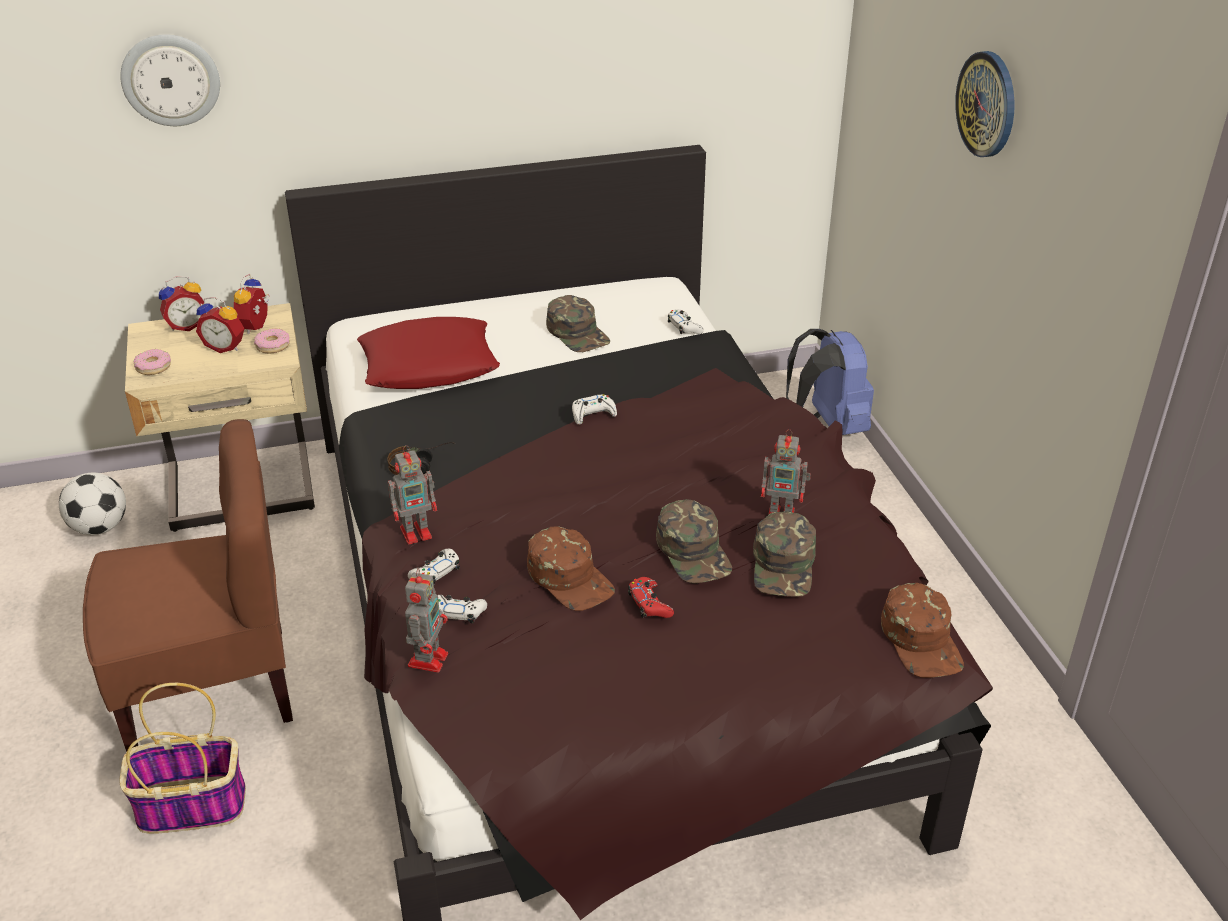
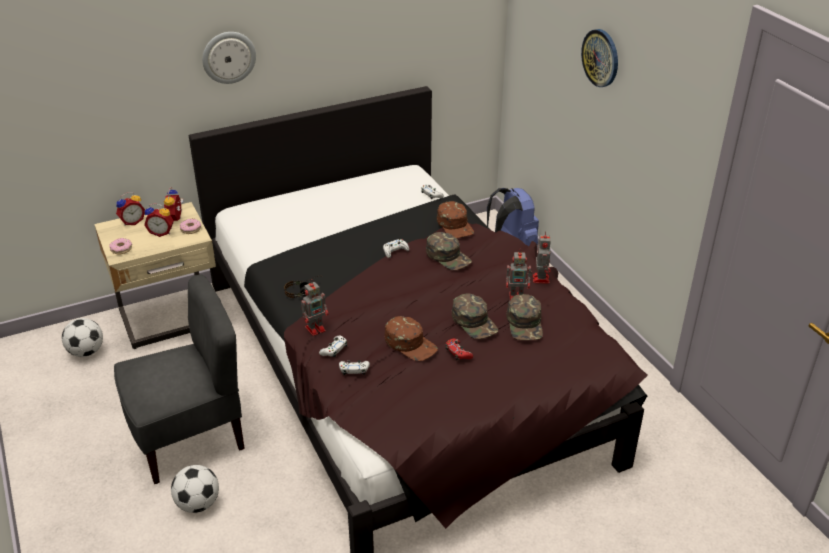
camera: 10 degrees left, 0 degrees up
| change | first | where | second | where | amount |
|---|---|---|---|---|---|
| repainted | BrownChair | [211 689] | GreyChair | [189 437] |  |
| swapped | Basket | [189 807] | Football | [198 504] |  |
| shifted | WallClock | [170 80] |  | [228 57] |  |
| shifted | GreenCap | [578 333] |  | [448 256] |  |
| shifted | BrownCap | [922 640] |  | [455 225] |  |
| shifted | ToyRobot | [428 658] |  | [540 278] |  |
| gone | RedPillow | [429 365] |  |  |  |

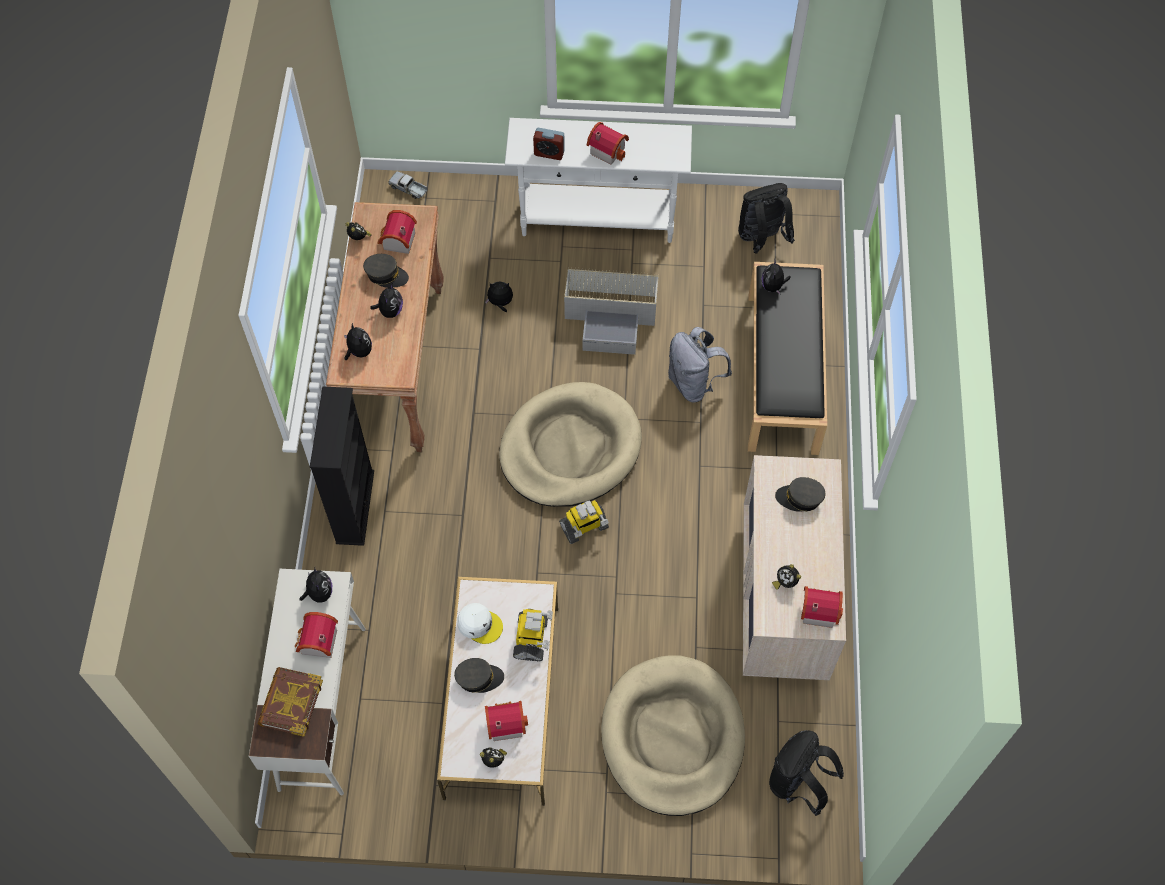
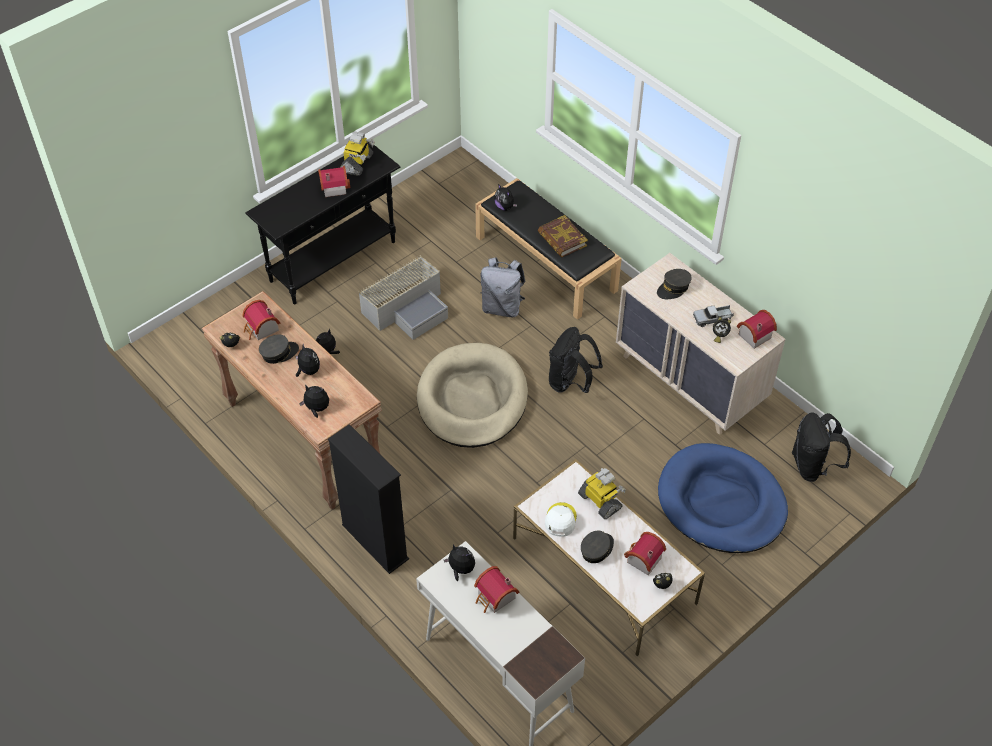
camera: 45 degrees left, 10 degrees down
| change | first | where | second | where | amount |
|---|---|---|---|---|---|
| repainted | WhiteConsoleTable | [598 220] | BlackConsoleTable | [334 261] |  |
| shifted | ToyRobot | [584 527] |  | [357 163] |  |
| shifted | Book | [290 703] |  | [562 239] |  |
| rotated | WhiteCap | [479 624] |  | [560 520] | 60 degrees counterclockwise |
| shifted | BlackBackpack | [761 239] |  | [571 382] |  |
| repainted | BeigeDogBed | [672 737] | BlueDogBed | [721 502] |  |
| shifted | ToyTruck | [409 188] |  | [712 318] |  |
| gone | AlarmClock | [549 153] |  |  |  |

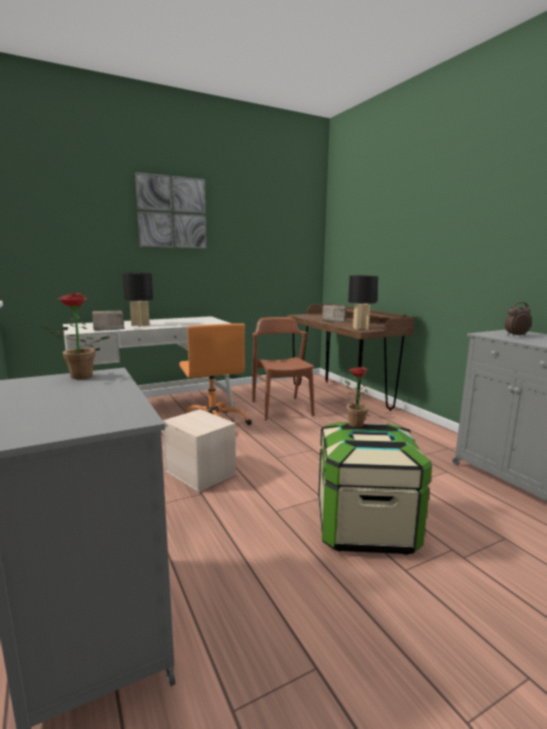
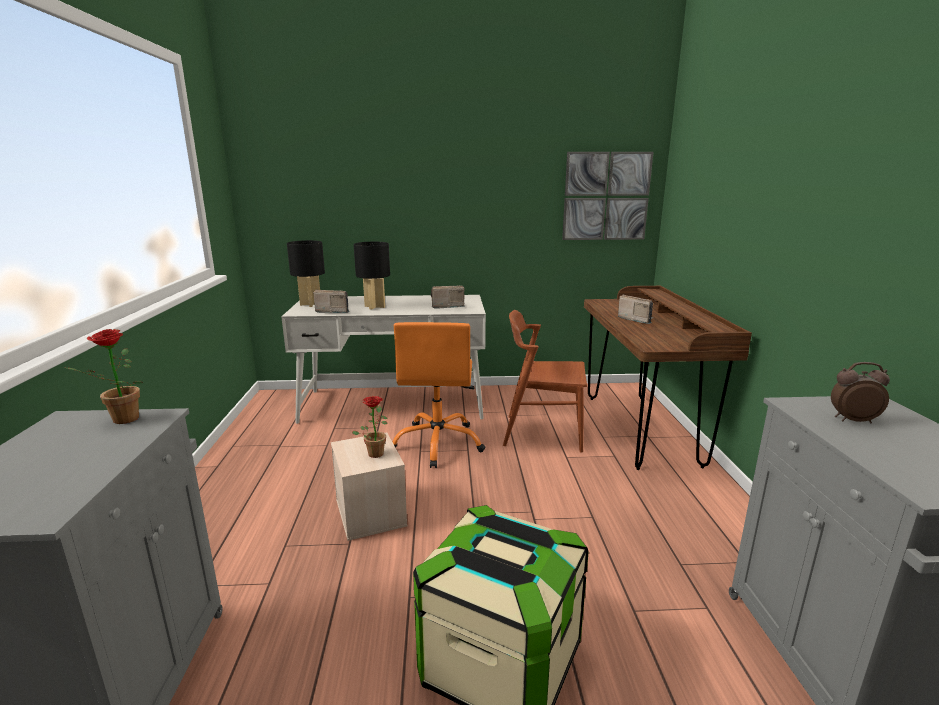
camera: 25 degrees right, 5 degrees up
| change | first | where | second | where | amount |
|---|---|---|---|---|---|
| shifted | BlackTableLamp | [361 328] |  | [311 304] |  |
| shifted | PottedPlant | [353 423] |  | [375 452] |  |
| new |  |  | Radio | [446 306] |  |
| rotated | BrownChair | [281 408] |  | [542 433] | 90 degrees counterclockwise |
| shifted | Picture | [172 212] |  | [606 196] |  |

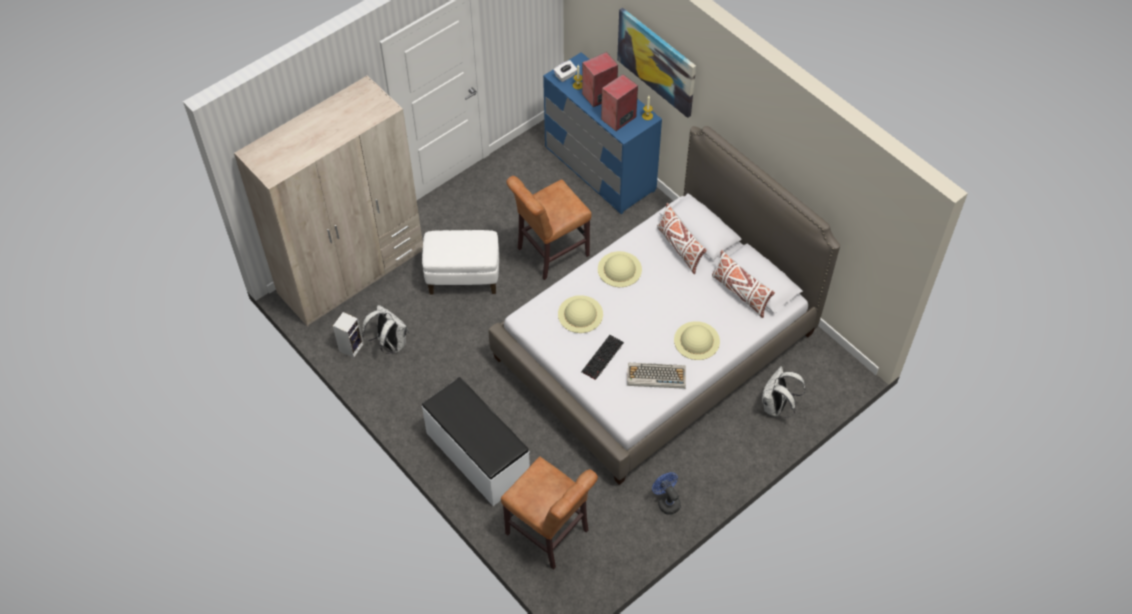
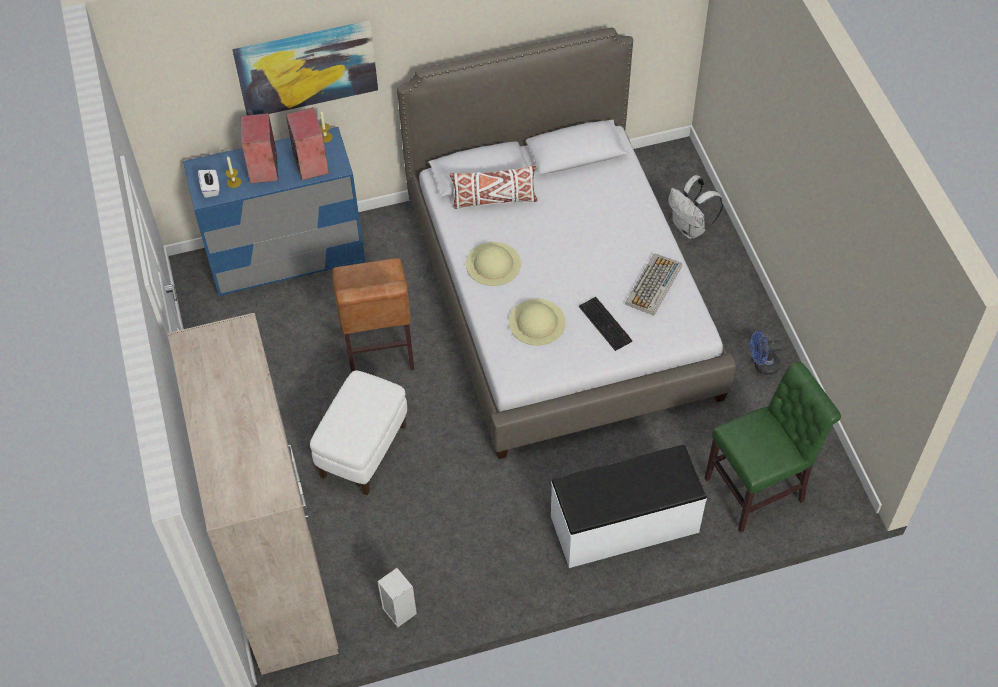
camera: 65 degrees left, 0 degrees up
| change | first | where | second | where | amount |
|---|---|---|---|---|---|
| repainted | BrownChair | [550 534] | GreenChair | [759 488] |  |
| gone | WhiteBackpack | [390 344] |  |  |  |
| gone | BeigeHat | [696 340] |  |  |  |
| gone | WhitePillow | [740 293] |  |  |  |

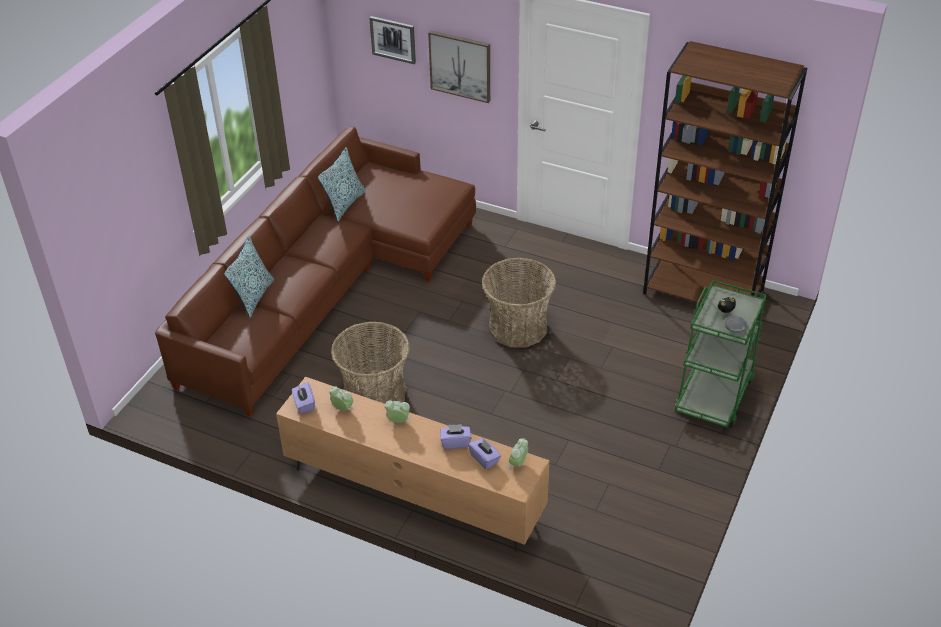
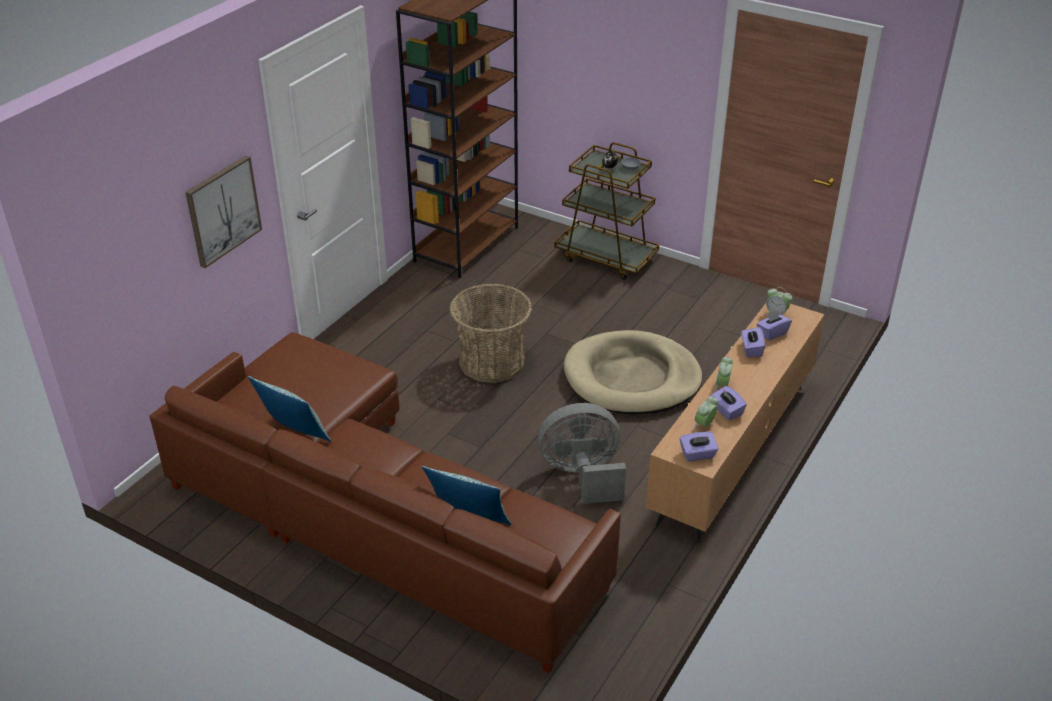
camera: 85 degrees left, 5 degrees down
| change | first | where | second | where | amount |
|---|---|---|---|---|---|
| swapped | Basket | [374 394] | GreyFan | [582 475] |  |
| repainted | GreenCart | [714 393] | BrownCart | [606 257] |  |
| new |  |  | BeigeDogBed | [632 378] |  |
| new |  |  | PurpleTissueBox | [726 411] |  |
| gone | Picture | [393 39] |  |  |  |

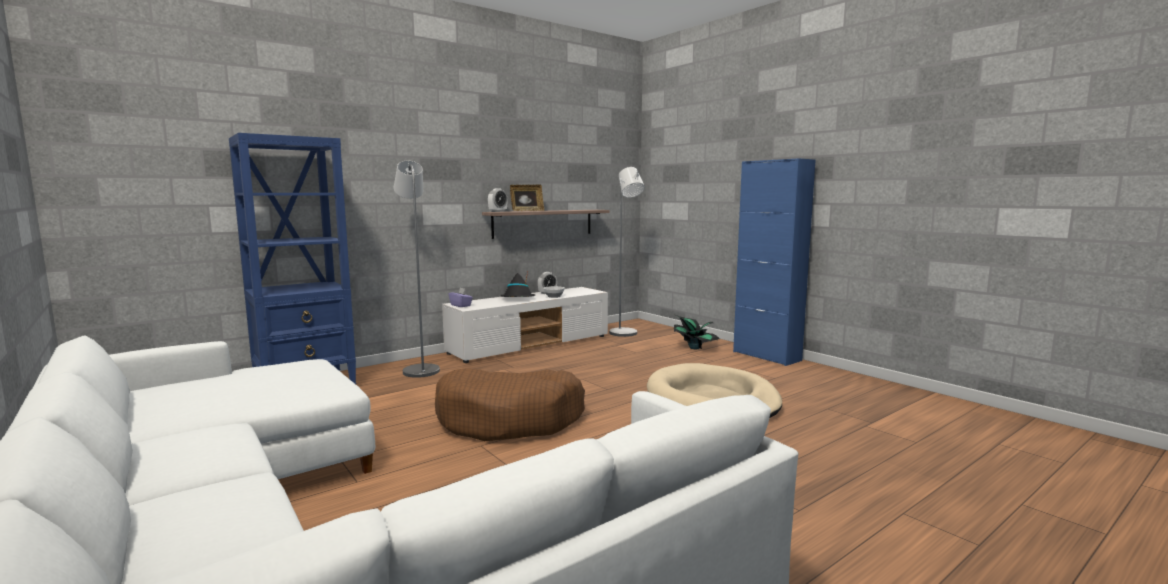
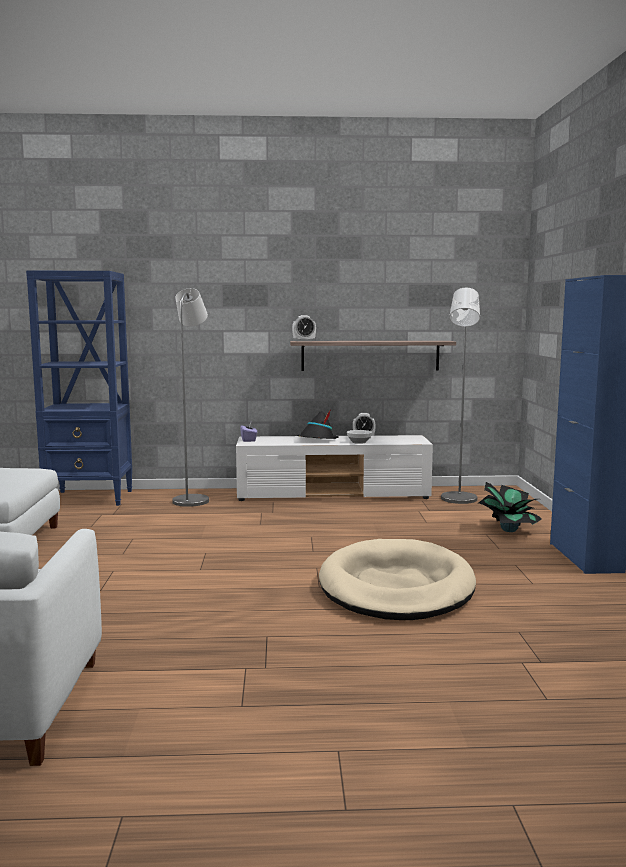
camera: 35 degrees right, 0 degrees up
| change | first | where | second | where | amount |
|---|---|---|---|---|---|
| gone | BrownDogBed | [510 420] |  |  |  |
| gone | PictureFrame | [527 211] |  |  |  |

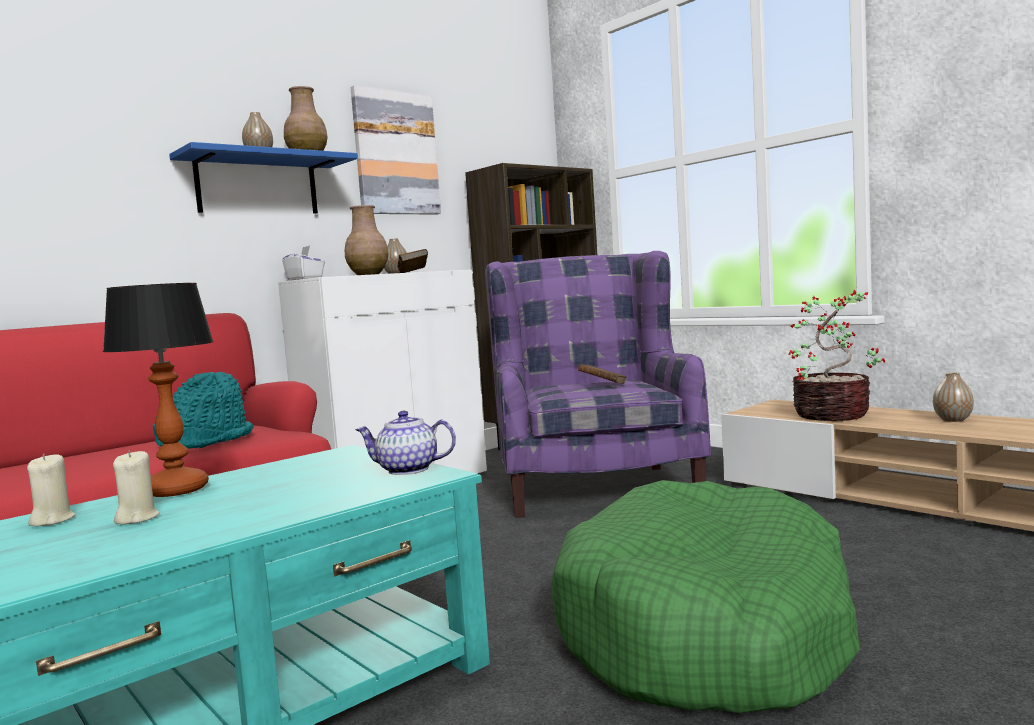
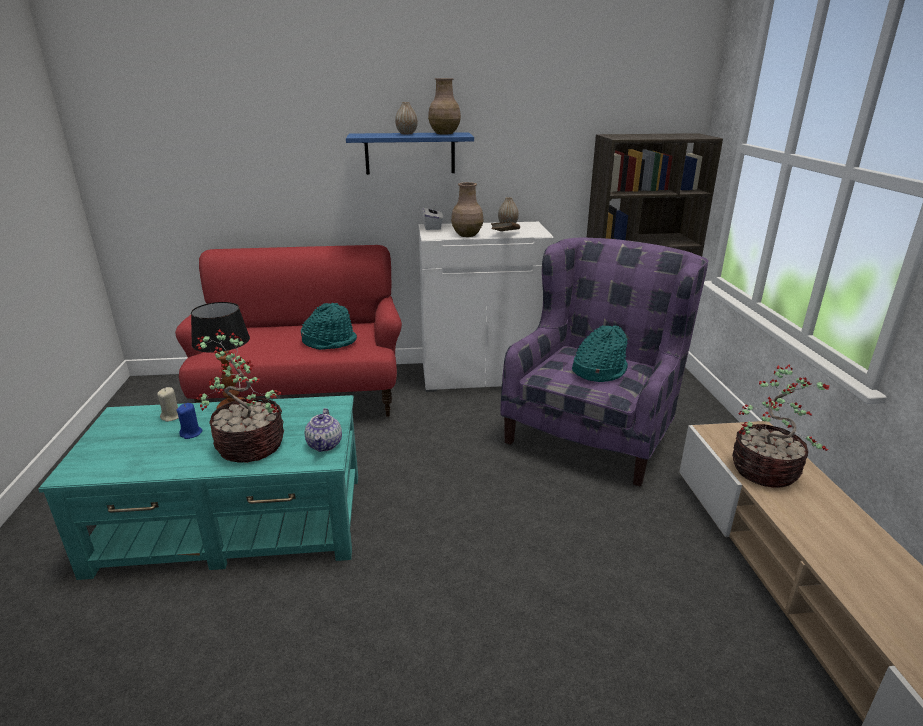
camera: 35 degrees right, 20 degrees up
| change | first | where | second | where | amount |
|---|---|---|---|---|---|
| repainted | BeigeCandle | [137 518] | BlueCandle | [191 433] |  |
| new |  |  | PottedPlant | [249 445] |  |
| rotated | Teapot | [407 470] |  | [325 445] | 135 degrees counterclockwise |
| swapped | BrownBook | [603 385] | TurquoiseHat | [598 371] |  |
| gone | Picture | [395 153] |  |  |  |
| gone | GreenDogBed | [707 630] |  |  |  |
| gone | Vase | [953 420] |  |  |  |

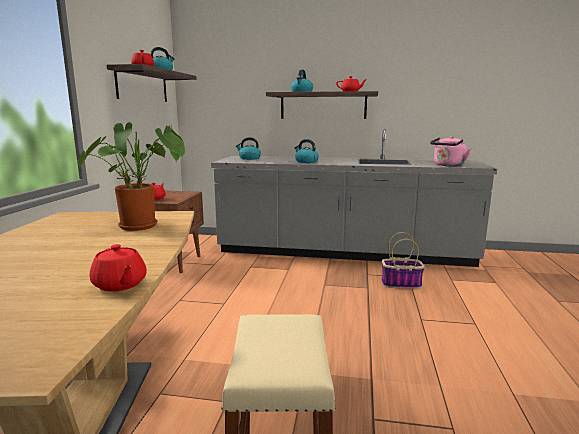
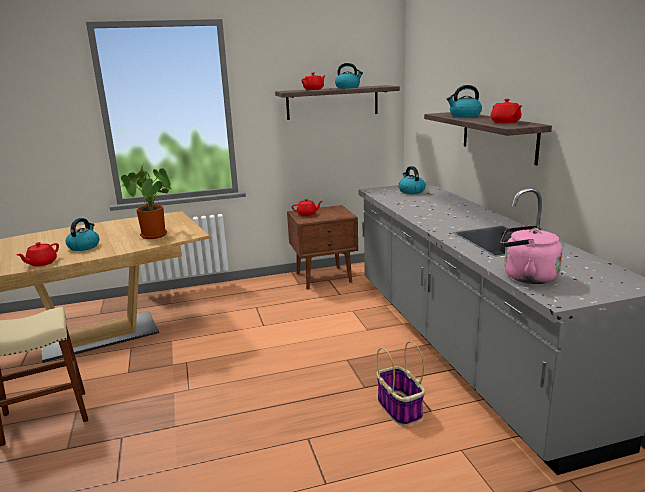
camera: 65 degrees right, 5 degrees up
| change | first | where | second | where | amount |
|---|---|---|---|---|---|
| shifted | Kettle | [306 162] |  | [84 246] |  |

